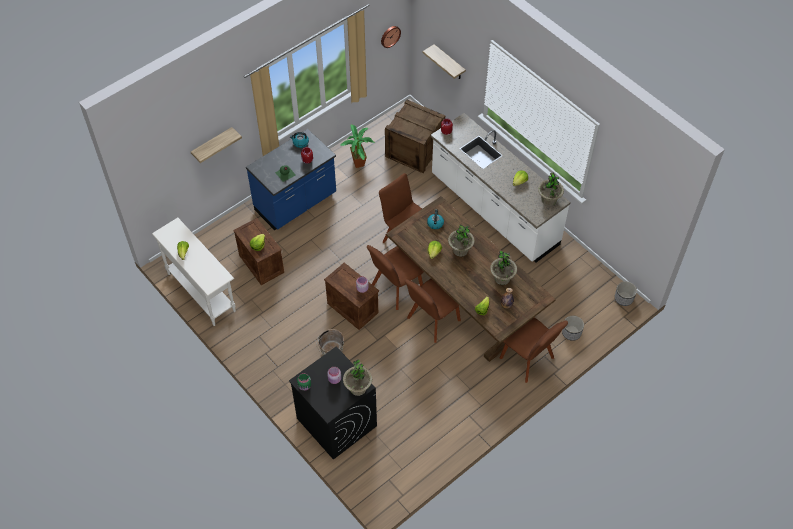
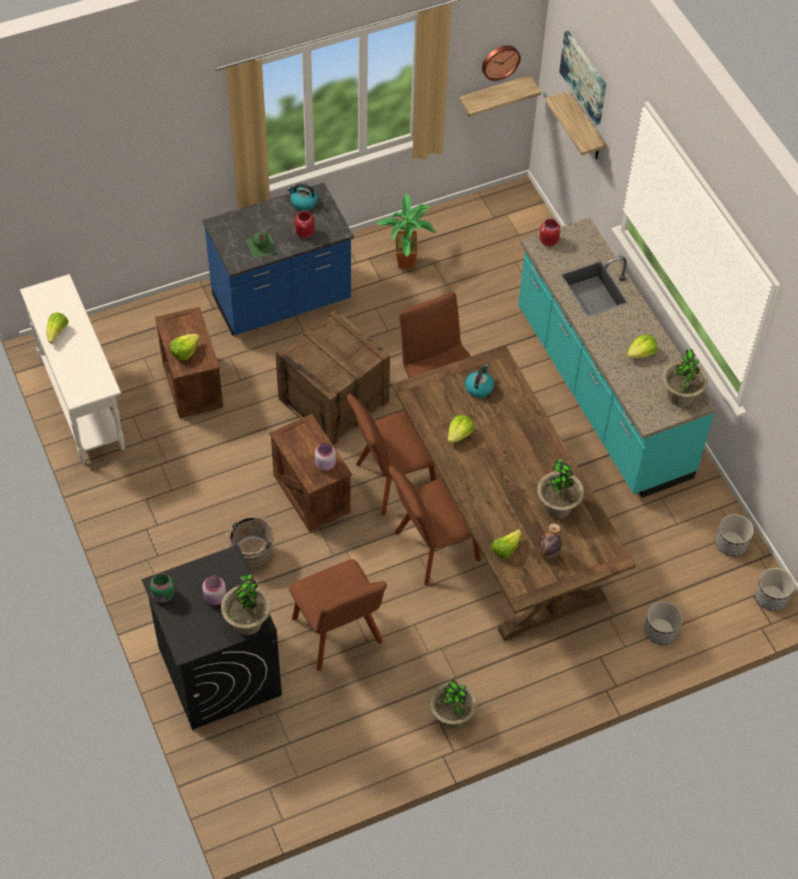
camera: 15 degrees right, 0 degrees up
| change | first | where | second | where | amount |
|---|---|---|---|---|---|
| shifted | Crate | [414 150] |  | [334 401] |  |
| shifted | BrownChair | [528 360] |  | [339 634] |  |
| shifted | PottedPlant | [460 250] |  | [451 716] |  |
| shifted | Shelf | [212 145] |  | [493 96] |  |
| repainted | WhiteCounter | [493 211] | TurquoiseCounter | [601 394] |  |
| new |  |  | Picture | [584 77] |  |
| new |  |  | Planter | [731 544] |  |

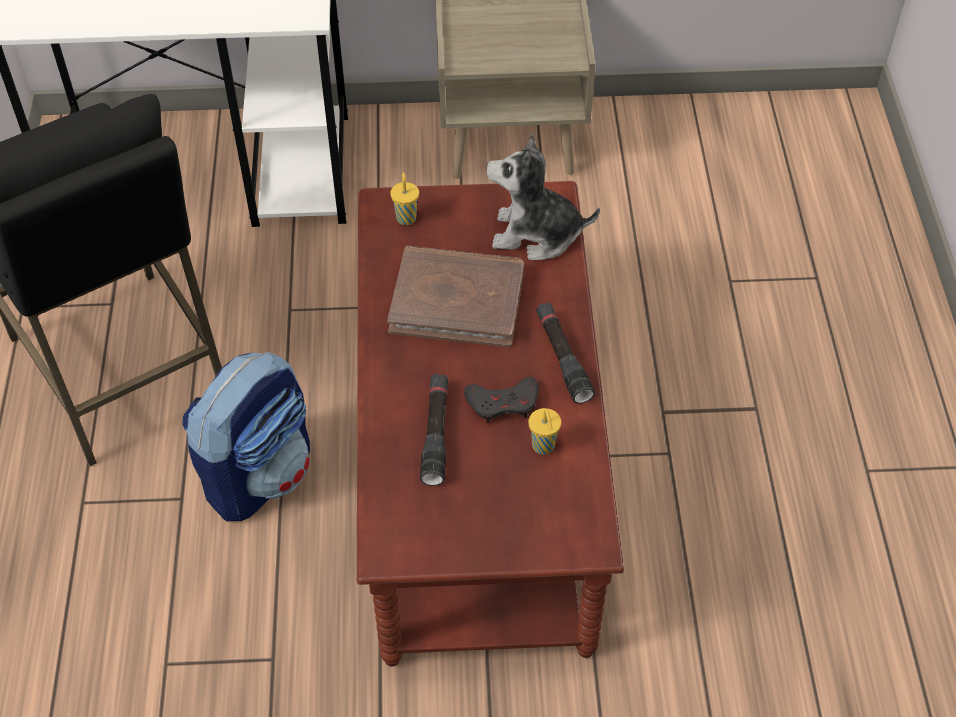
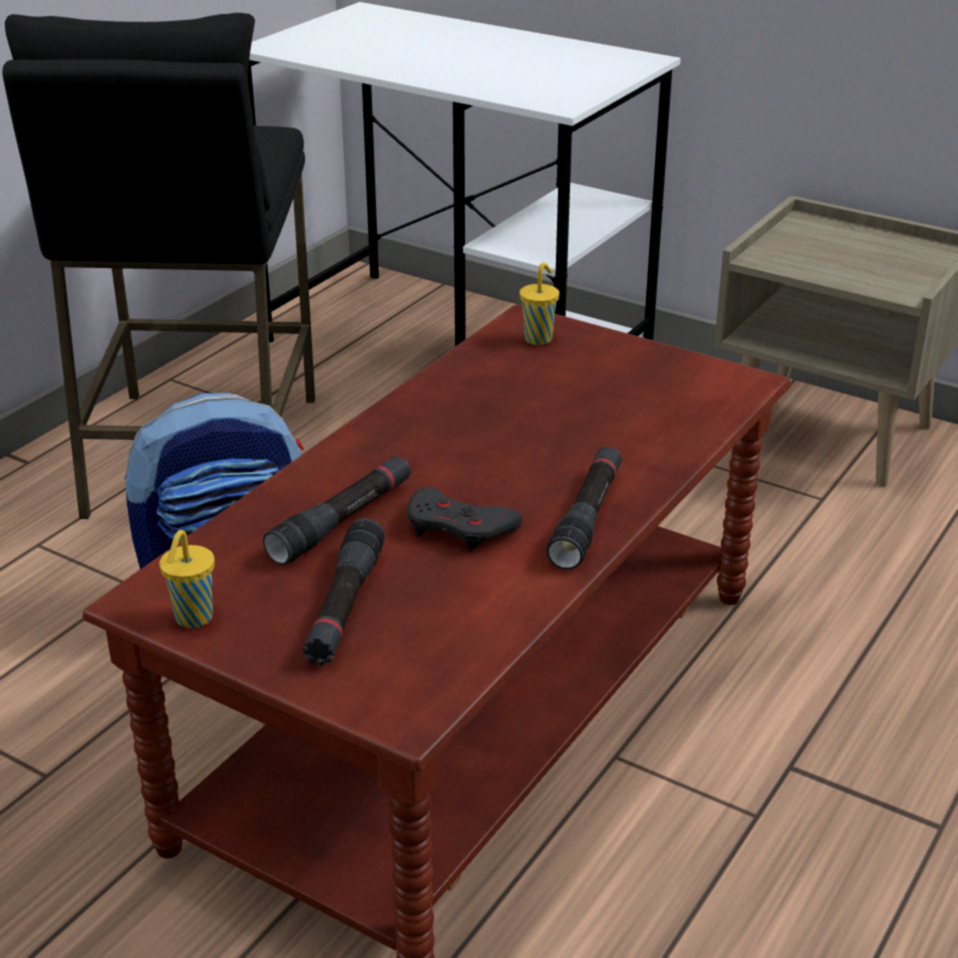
camera: 35 degrees right, 20 degrees down
| change | first | where | second | where | amount |
|---|---|---|---|---|---|
| shifted | YellowCup | [543 447] |  | [192 619] |  |
| new |  |  | BlackFlashlight | [344 606] |  |
| gone | BrownBook | [457 300] |  |  |  |
| gone | PlushToy | [536 234] |  |  |  |

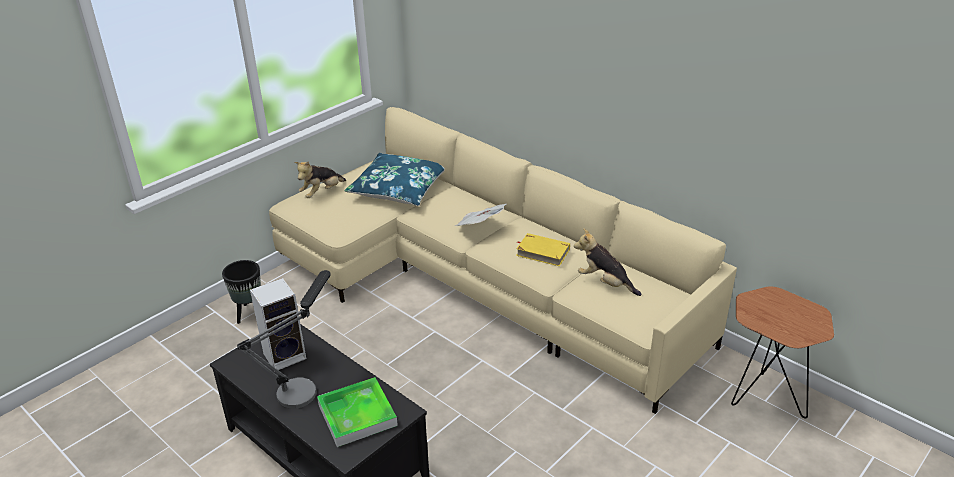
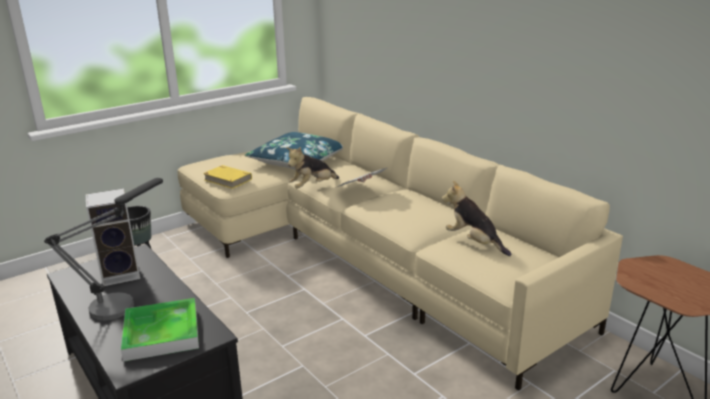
camera: 10 degrees right, 10 degrees down
| change | first | where | second | where | amount |
|---|---|---|---|---|---|
| shifted | YellowBook | [543 252] |  | [228 179] |  |
| shifted | PlushToy | [322 193] |  | [312 187] |  |

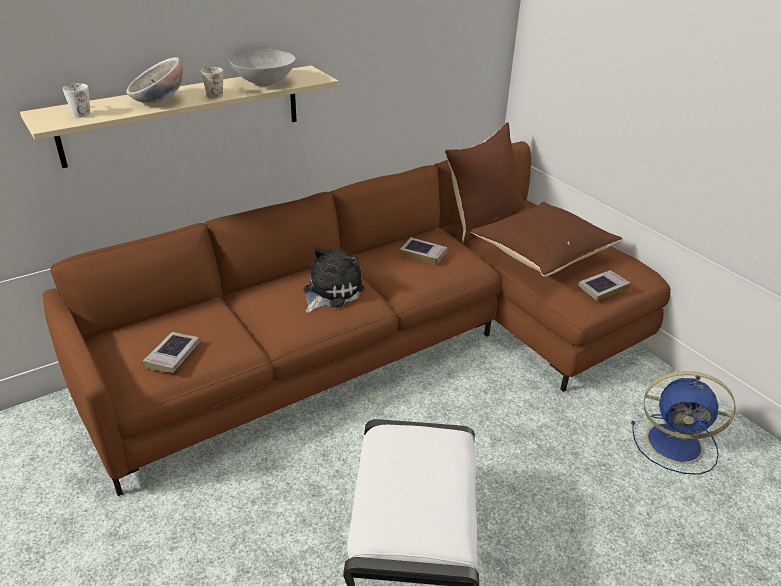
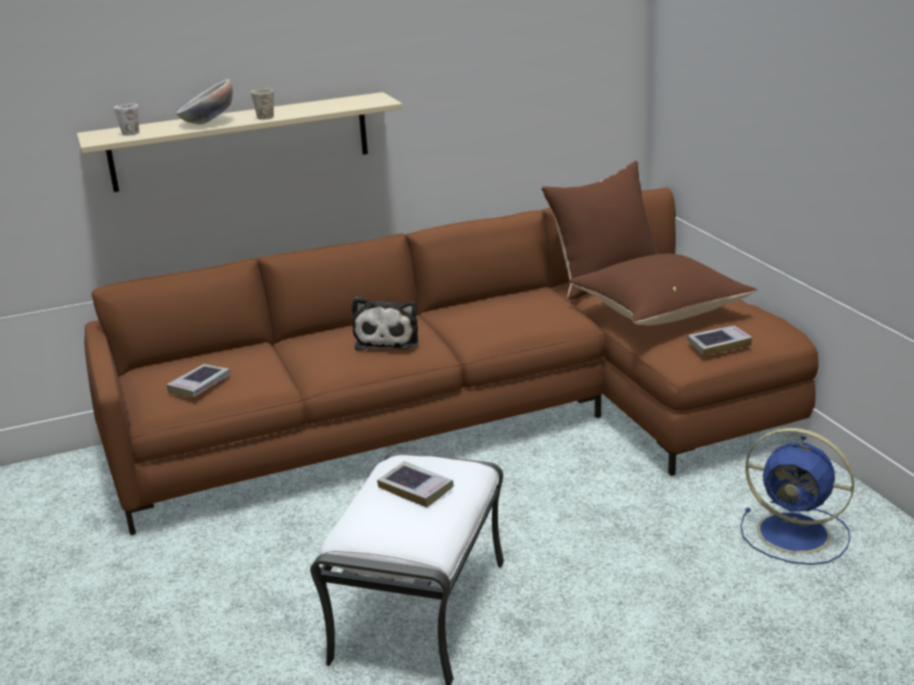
camera: 15 degrees right, 10 degrees down
| change | first | where | second | where | amount |
|---|---|---|---|---|---|
| rotated | PlushToy | [330 292] |  | [388 339] | 135 degrees clockwise |
| shifted | Book | [423 253] |  | [415 488] |  |
| gone | GreyBowl | [264 83] |  |  |  |

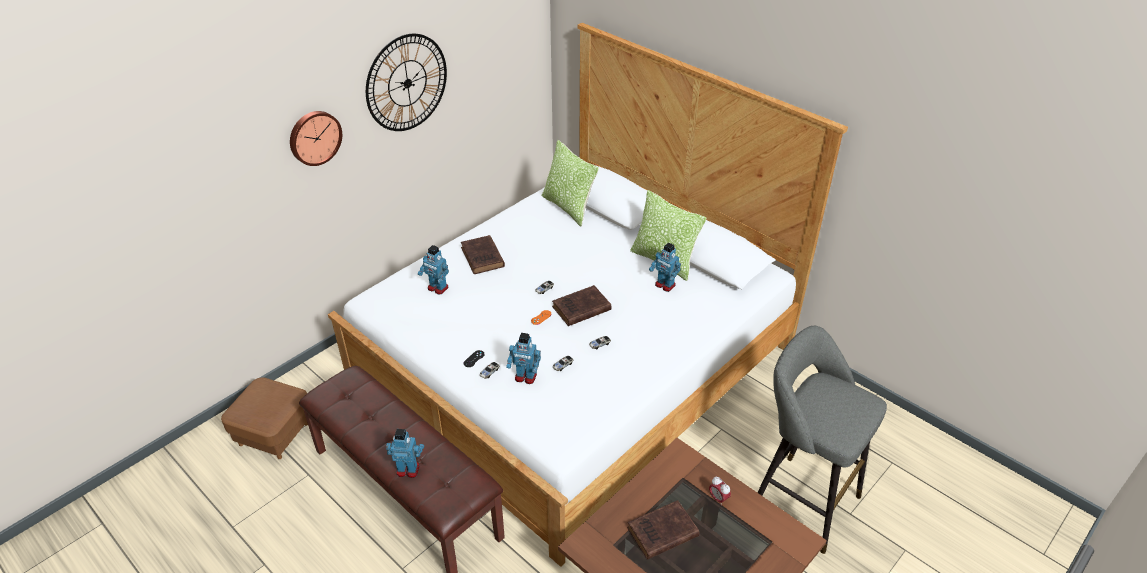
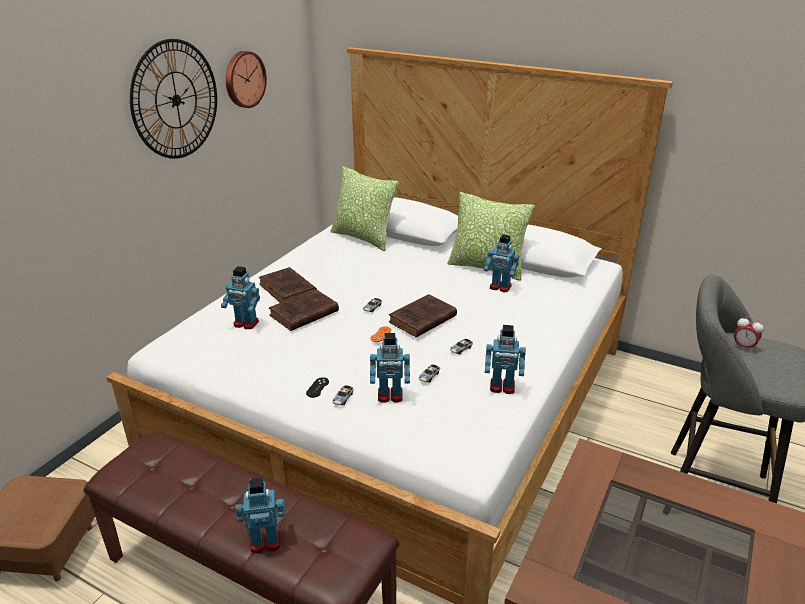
camera: 15 degrees left, 10 degrees down
| change | first | where | second | where | amount |
|---|---|---|---|---|---|
| shifted | WallClock | [314 137] |  | [244 79] |  |
| shifted | BrownBook | [661 533] |  | [302 314] |  |
| new |  |  | ToyRobot | [502 387] |  |
| shifted | AlarmClock | [718 498] |  | [743 347] |  |

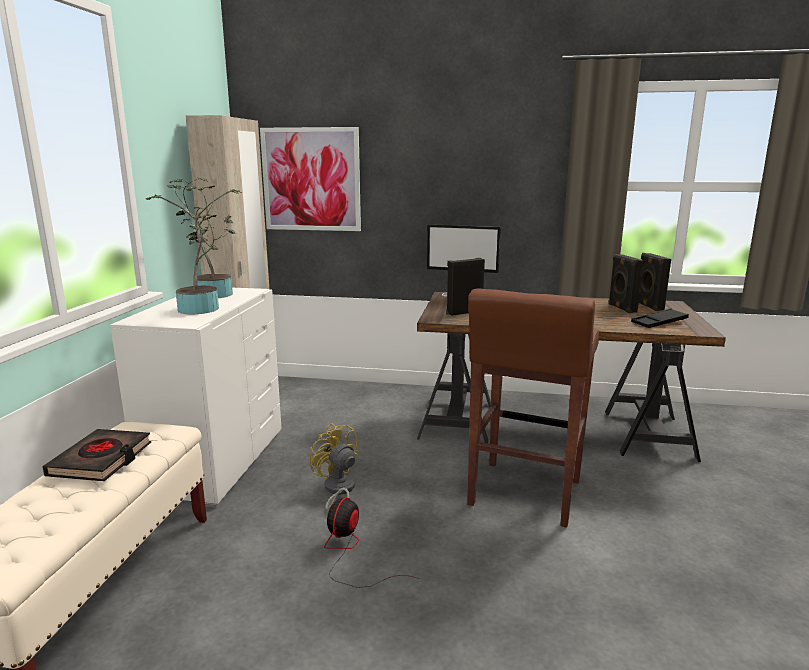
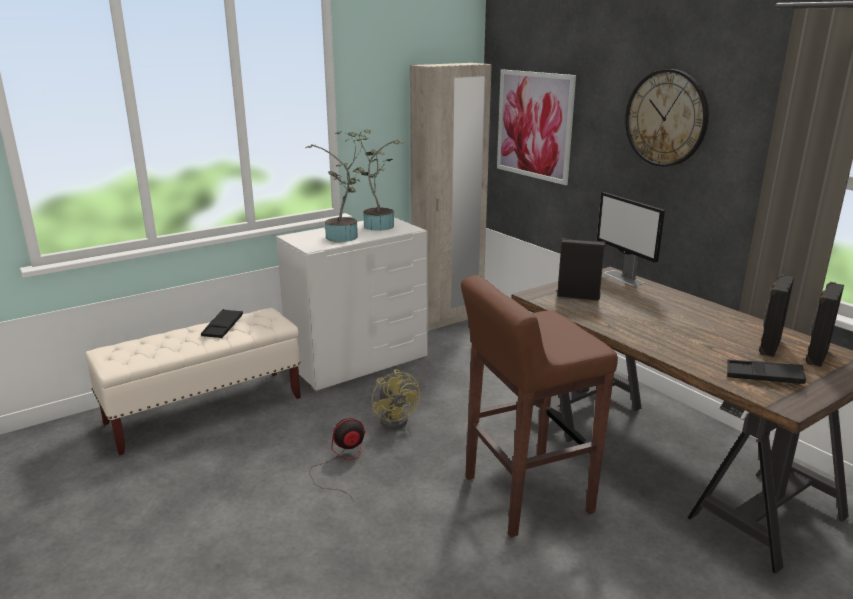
camera: 45 degrees right, 5 degrees up
| change | first | where | second | where | amount |
|---|---|---|---|---|---|
| swapped | BlackBook | [101 460] | BlackTray | [223 327] |  |
| rotated | YellowFan | [338 491] |  | [396 419] | 150 degrees clockwise |
| new |  |  | WallClock | [666 118] |  |

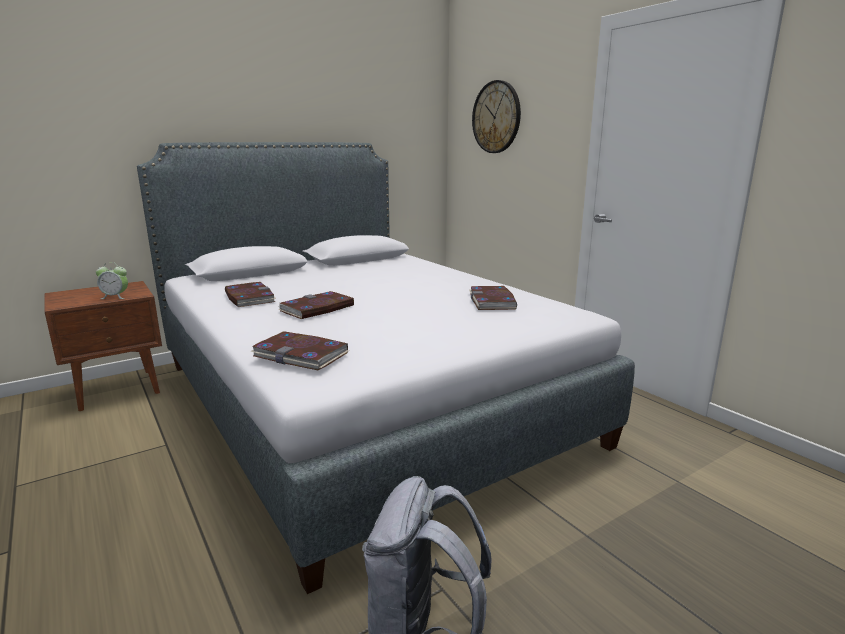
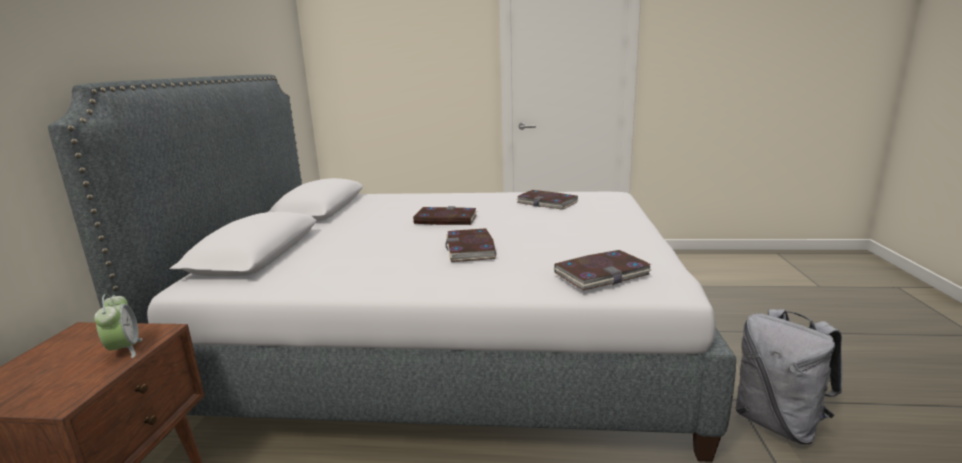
camera: 50 degrees left, 0 degrees up
| change | first | where | second | where | amount |
|---|---|---|---|---|---|
| rotated | AlarmClock | [115 297] |  | [124 350] | 60 degrees counterclockwise |
| shifted | Book | [249 297] |  | [445 219] |  |
| gone | WallClock | [496 117] |  |  |  |

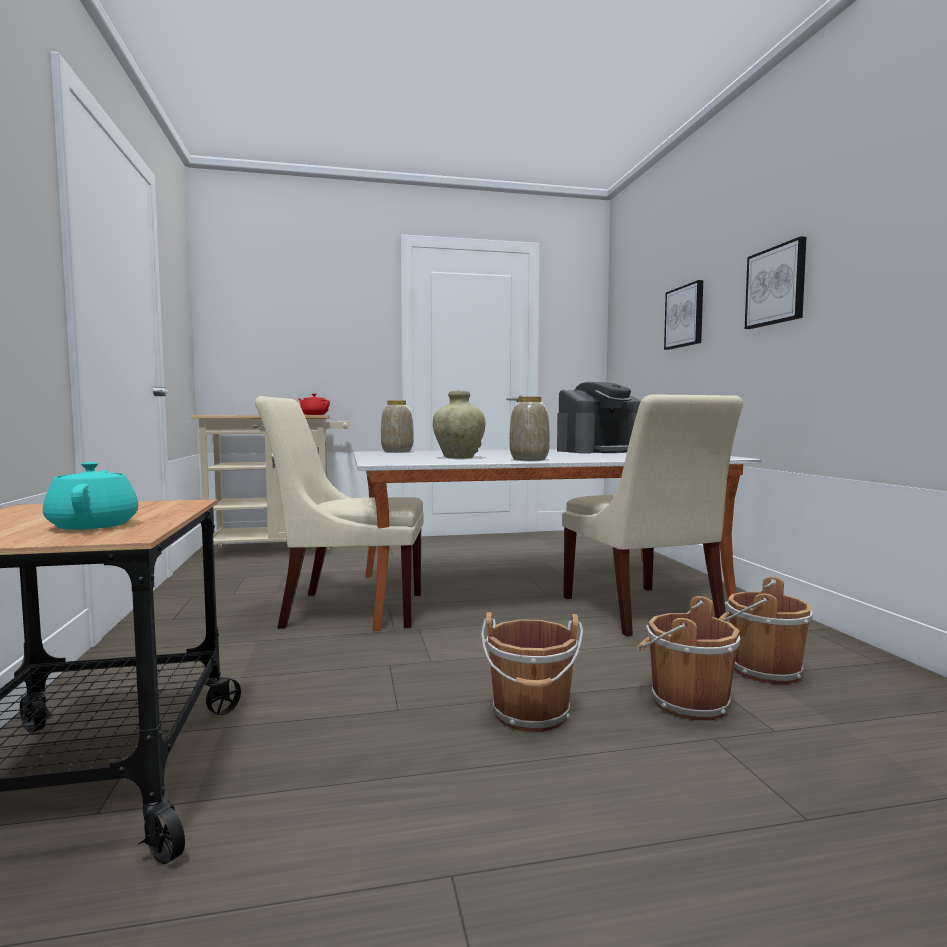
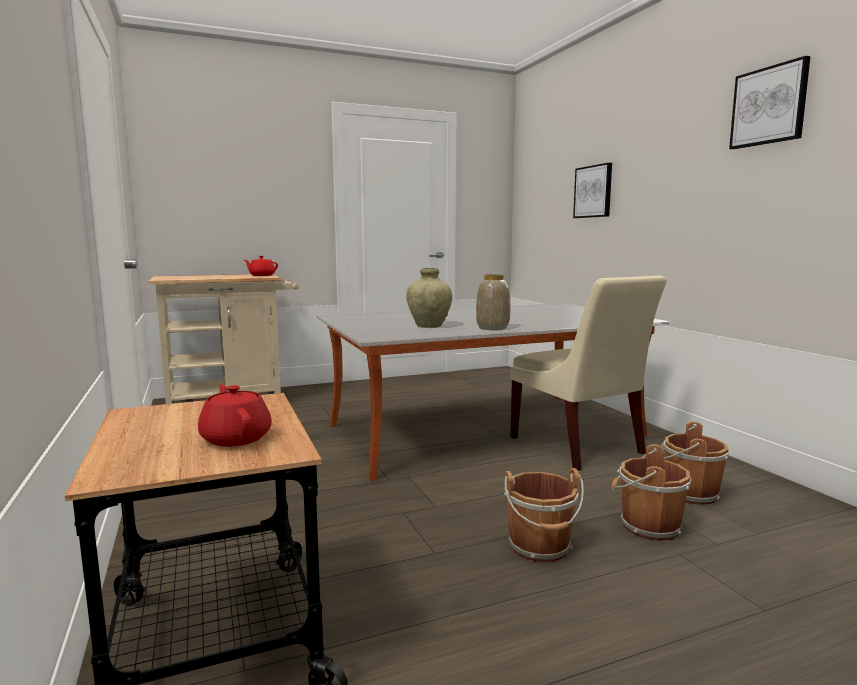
camera: 10 degrees left, 5 degrees up
| change | first | where | second | where | amount |
|---|---|---|---|---|---|
| repainted | TurquoiseTeapot | [94 525] | RedTeapot | [236 438] |  |
| shifted | Picture | [776 286] |  | [769 106] |  |
| gone | BeigeChair | [347 609] |  |  |  |
| gone | Vase | [396 451] |  |  |  |
| gone | CoffeeMachine | [600 451] |  |  |  |

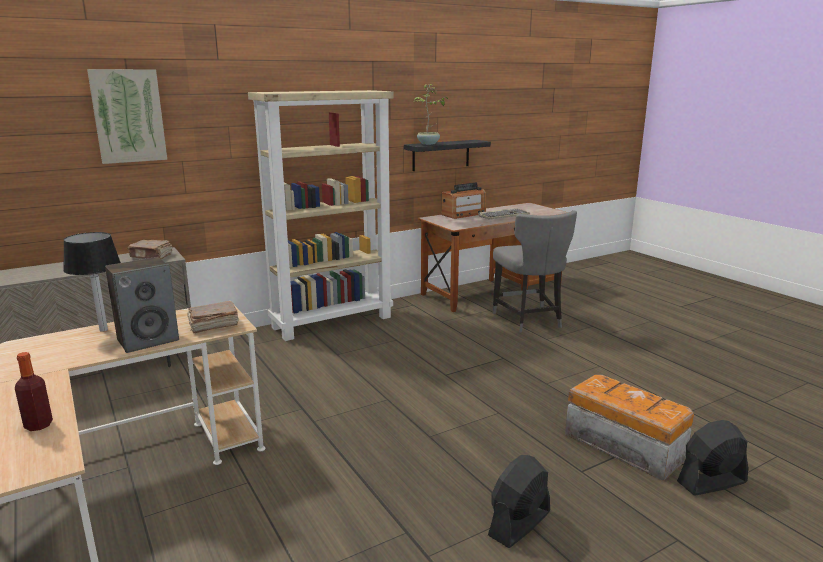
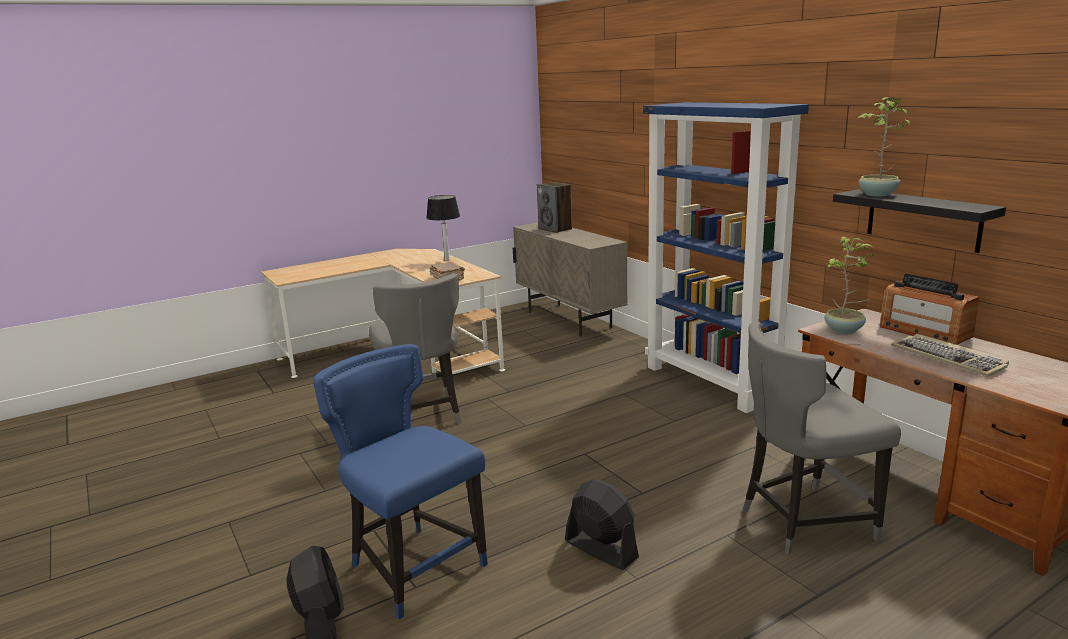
camera: 90 degrees right, 0 degrees up
| change | first | where | second | where | amount |
|---|---|---|---|---|---|
| swapped | StorageBox | [623 445] | BlueChair | [414 567] |  |
| new |  |  | GreyChair | [423 416] |  |
| shifted | Speaker | [148 340] |  | [555 229] |  |
| shifted | BlackFan | [519 524] |  | [600 549] |  |
| repainted | BeigeBookcase | [332 322] | BlueBookcase | [712 383] |  |
| new |  |  | PottedPlant | [844 330] |  |
| gone | Bottle | [38 425] |  |  |  |
| gone | Picture | [128 116] |  |  |  |
| gone | BrownBook | [151 256] |  |  |  |

